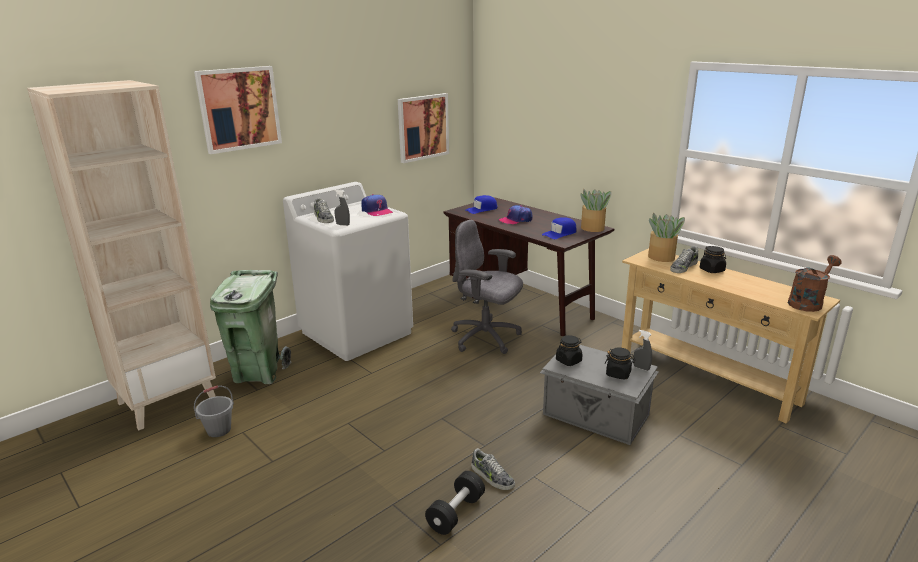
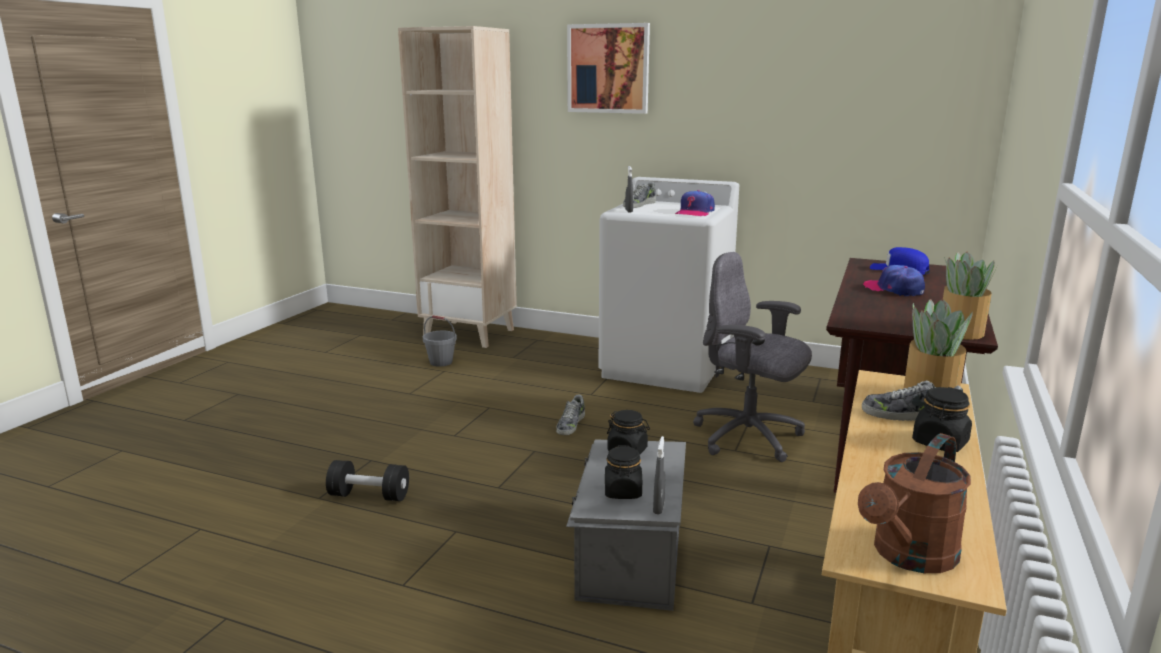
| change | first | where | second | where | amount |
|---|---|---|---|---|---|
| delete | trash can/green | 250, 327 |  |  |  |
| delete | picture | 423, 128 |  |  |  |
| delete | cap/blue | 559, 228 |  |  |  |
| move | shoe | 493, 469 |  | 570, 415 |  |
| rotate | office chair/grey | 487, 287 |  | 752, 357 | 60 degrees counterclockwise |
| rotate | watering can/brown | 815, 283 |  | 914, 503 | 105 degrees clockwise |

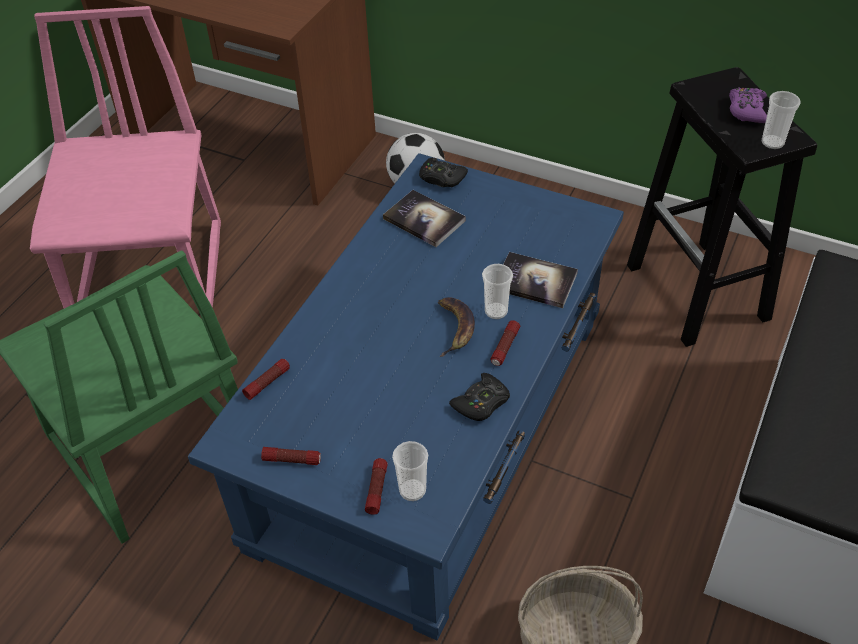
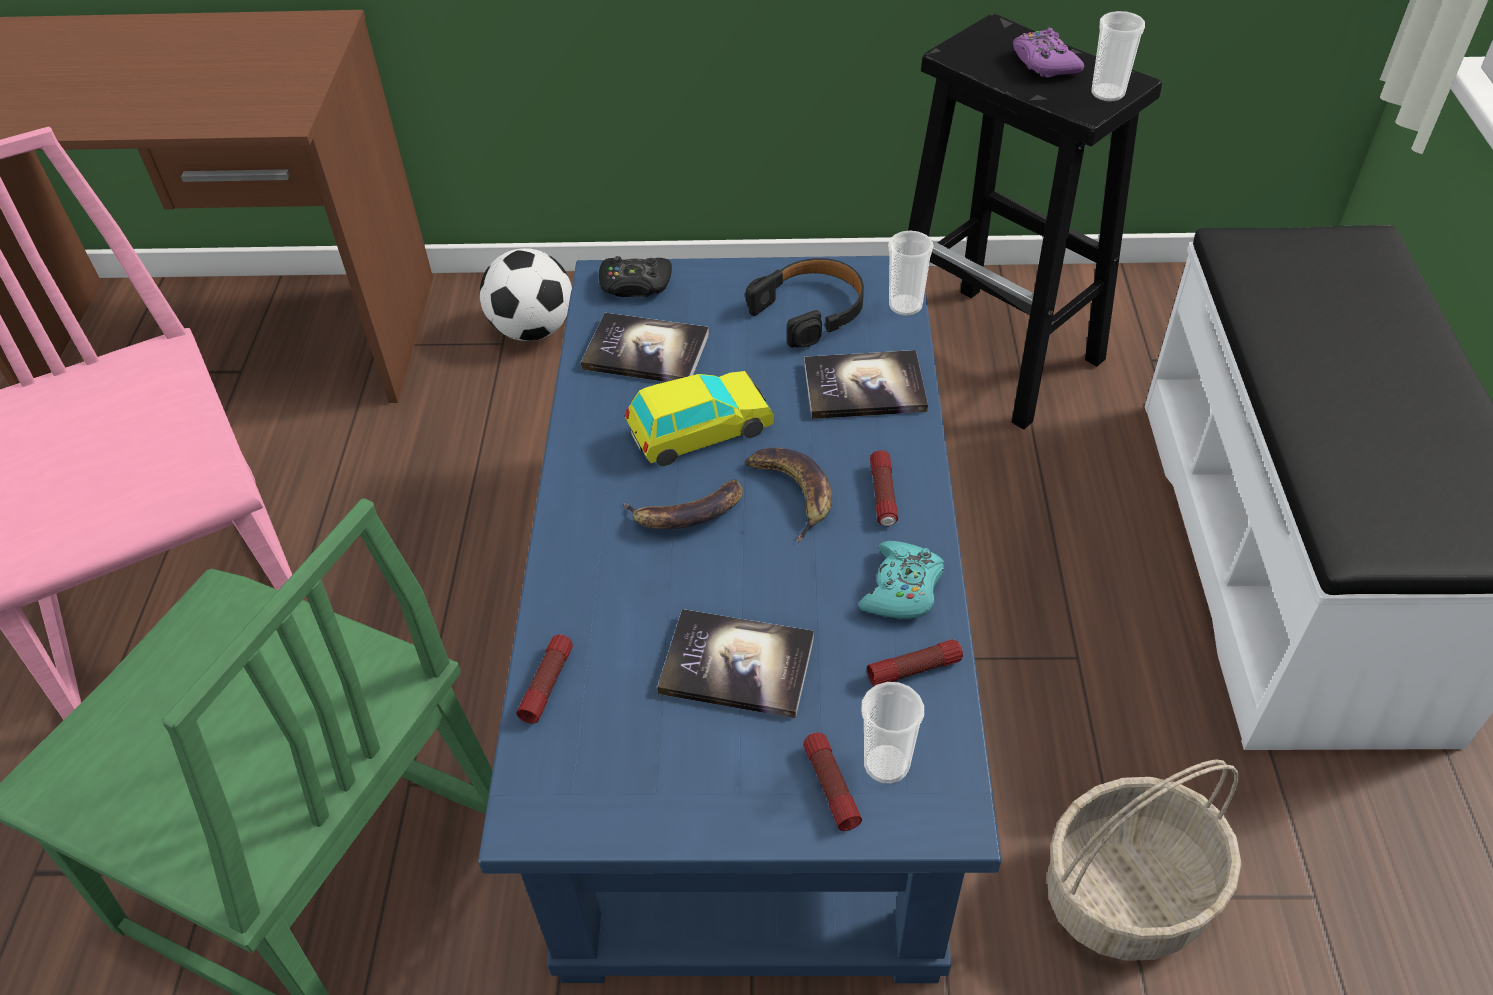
| change | first | where | second | where | amount |
|---|---|---|---|---|---|
| insert |  |  | banana | 682, 504 |  |
| insert |  |  | toy car | 699, 418 |  |
| insert |  |  | book | 735, 663 |  |
| insert |  |  | headphones/black | 804, 303 |  |
| move | flashlight | 291, 456 |  | 915, 663 |  |
| move | cup | 497, 291 |  | 911, 273 |  |
| recolor | game controller/black | 479, 397 | game controller/turquoise | 901, 580 |  |

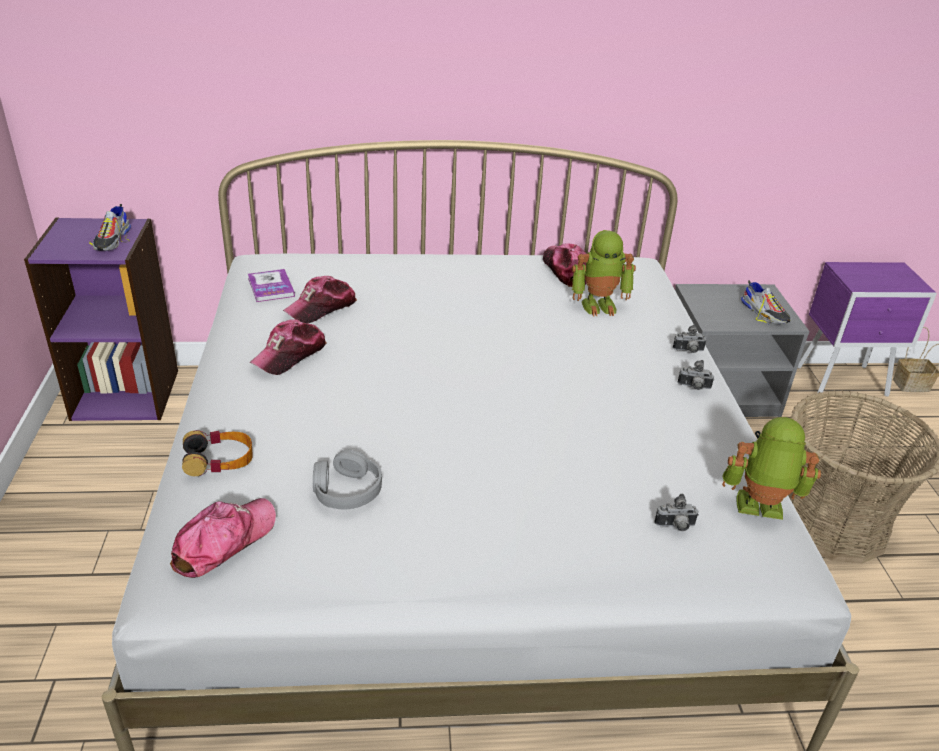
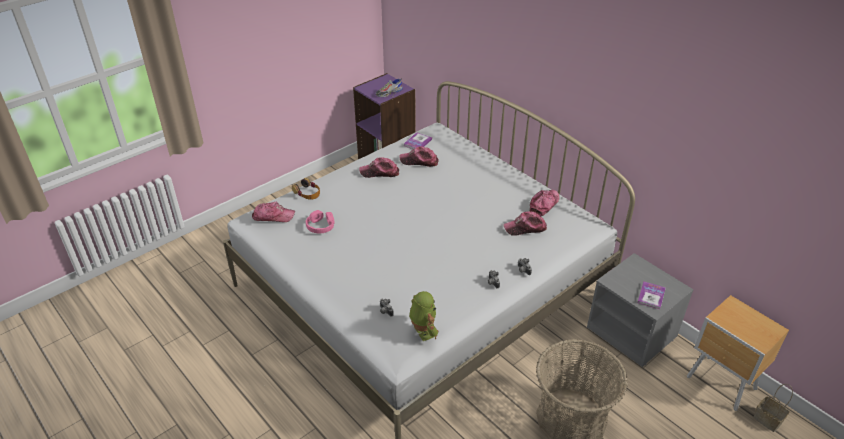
| change | first | where | second | where | amount |
|---|---|---|---|---|---|
| replace | toy robot | 604, 273 | cap | 525, 224 |  |
| replace | shoe | 766, 302 | book | 651, 295 |  |
| recolor | headphones/grey | 347, 479 | headphones/pink | 320, 221 |  |
| recolor | nightstand/purple | 867, 329 | nightstand/brown | 738, 353 |  |

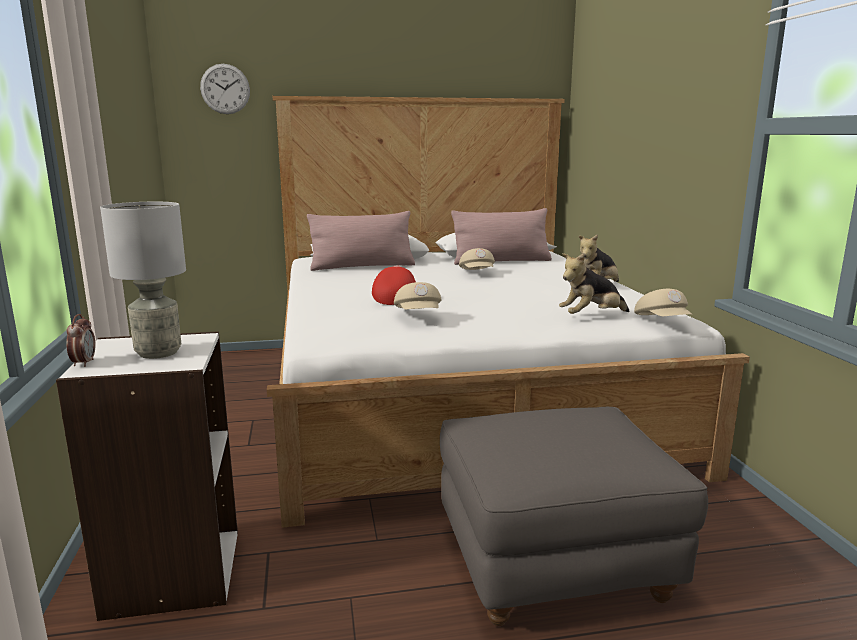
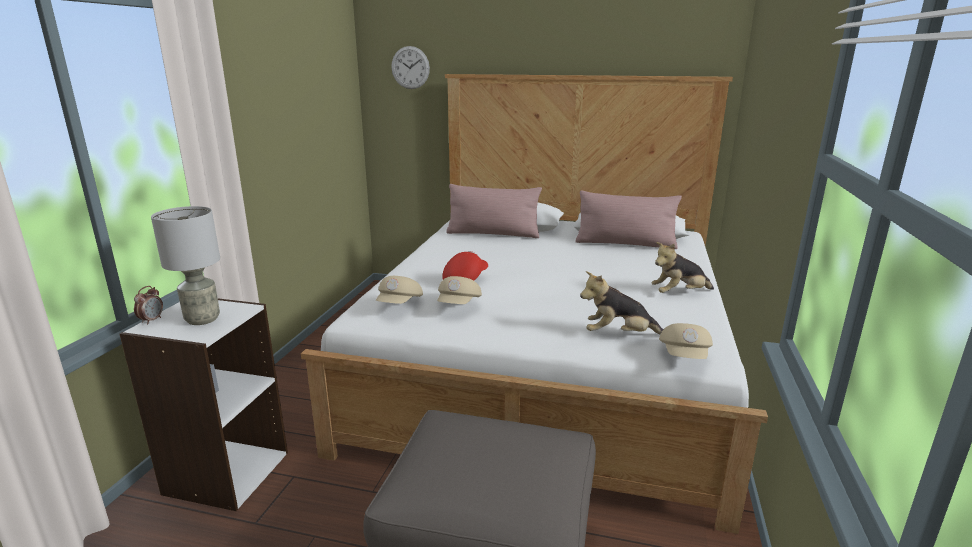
| change | first | where | second | where | amount |
|---|---|---|---|---|---|
| move | cap/beige | 477, 259 |  | 399, 290 |  |

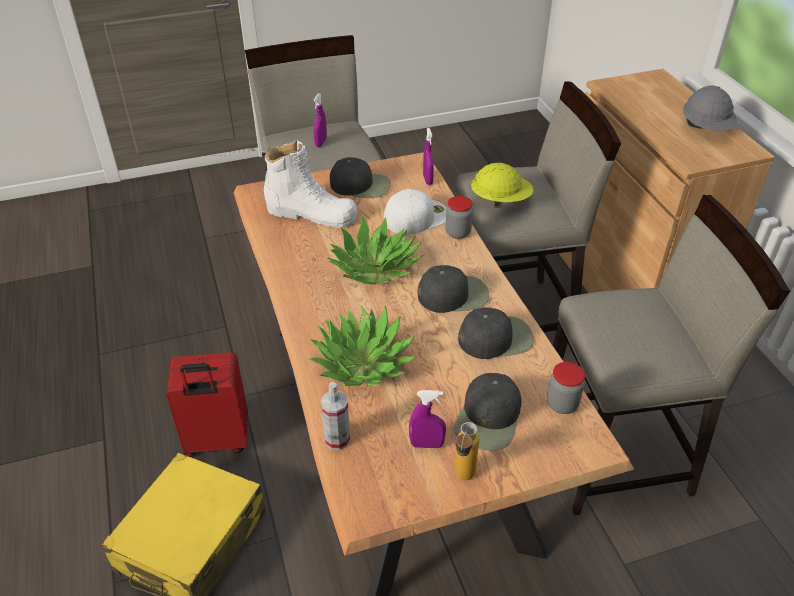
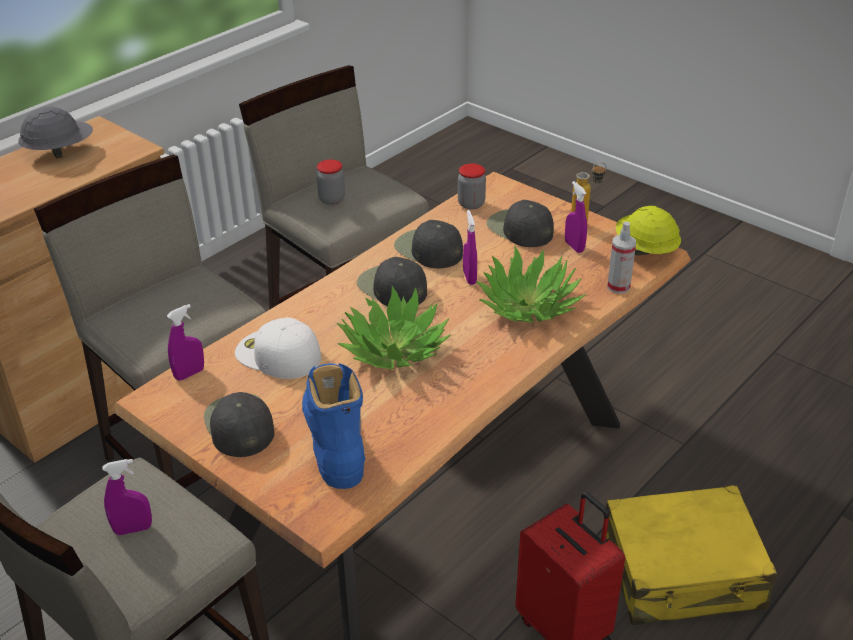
| change | first | where | second | where | amount |
|---|---|---|---|---|---|
| insert |  |  | spray bottle/purple | 470, 247 |  |
| move | jar | 459, 217 |  | 330, 182 |  |
| move | hard hat/yellow | 502, 185 |  | 648, 230 |  |
| recolor | boot/white | 310, 184 | boot/blue | 333, 426 |  |
| rotate | cap/black | 488, 412 |  | 520, 223 | 120 degrees counterclockwise |

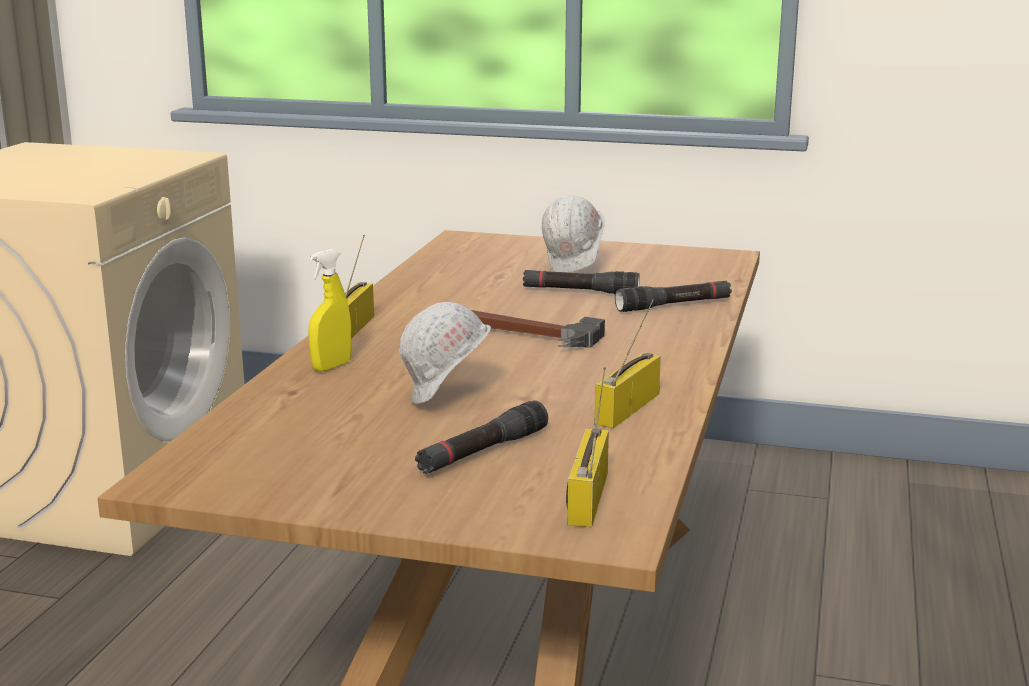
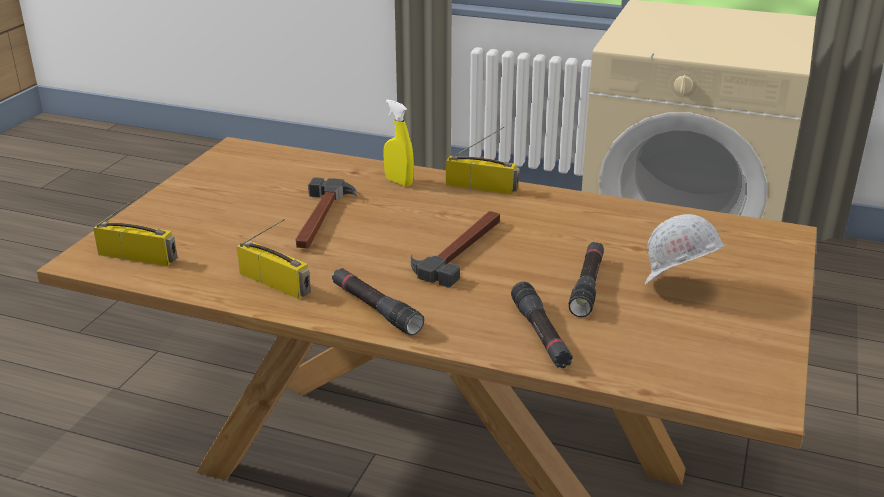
| change | first | where | second | where | amount |
|---|---|---|---|---|---|
| move | flashlight/black | 481, 437 |  | 378, 301 |  |
| replace | hard hat/white | 445, 353 | hammer | 326, 213 |  |

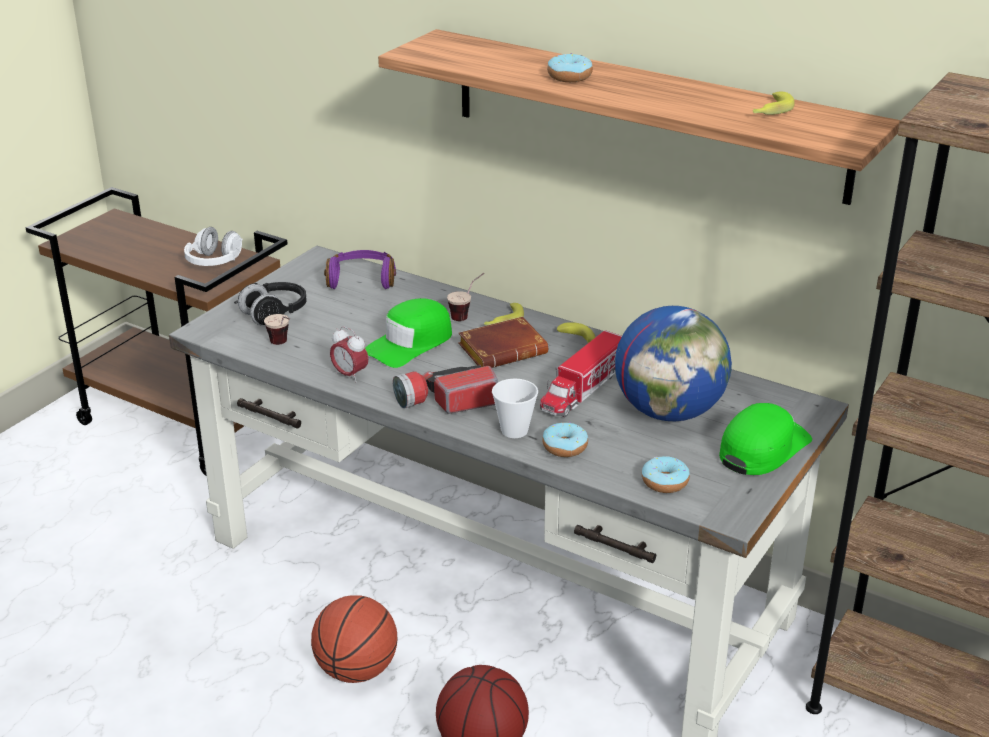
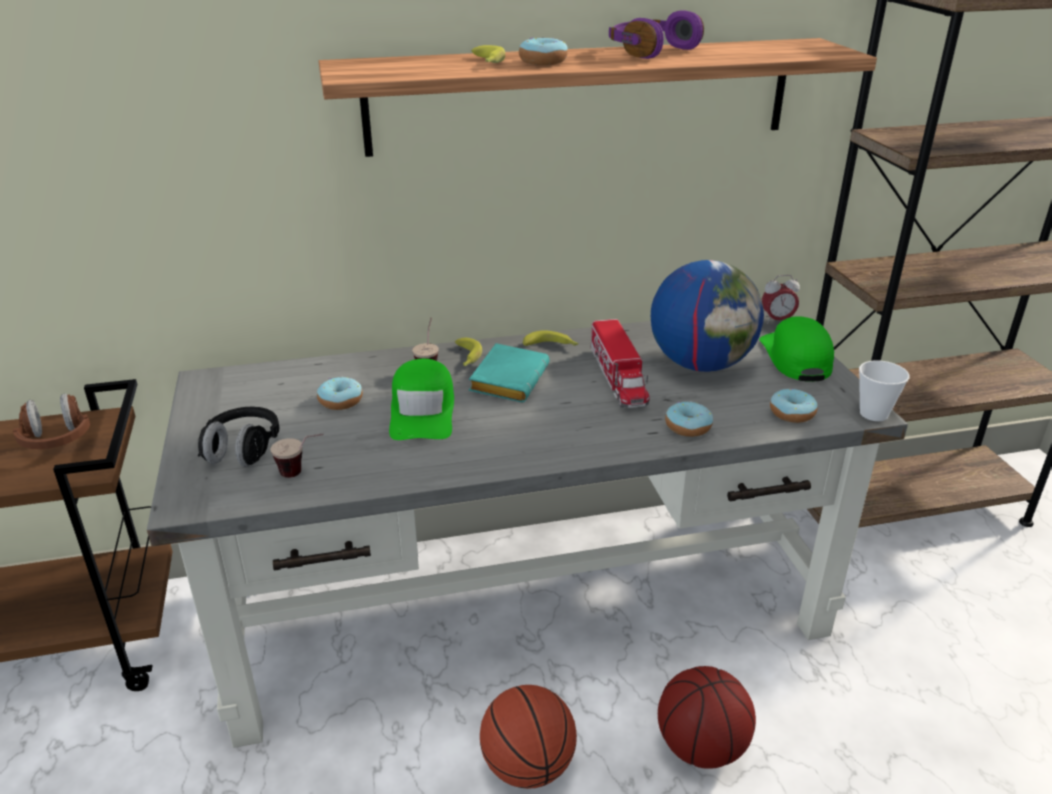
| change | first | where | second | where | amount |
|---|---|---|---|---|---|
| delete | flashlight | 445, 389 |  |  |  |
| insert |  |  | donut | 340, 393 |  |
| move | headphones/purple | 360, 269 |  | 656, 35 |  |
| move | alarm clock | 349, 354 |  | 780, 299 |  |
| move | cup | 515, 408 |  | 884, 390 |  |
| move | banana | 774, 103 |  | 488, 54 |  |
| recolor | headphones/white | 213, 246 | headphones/brown | 51, 421 |  |
| recolor | book/brown | 503, 342 | book/turquoise | 509, 372 |  |

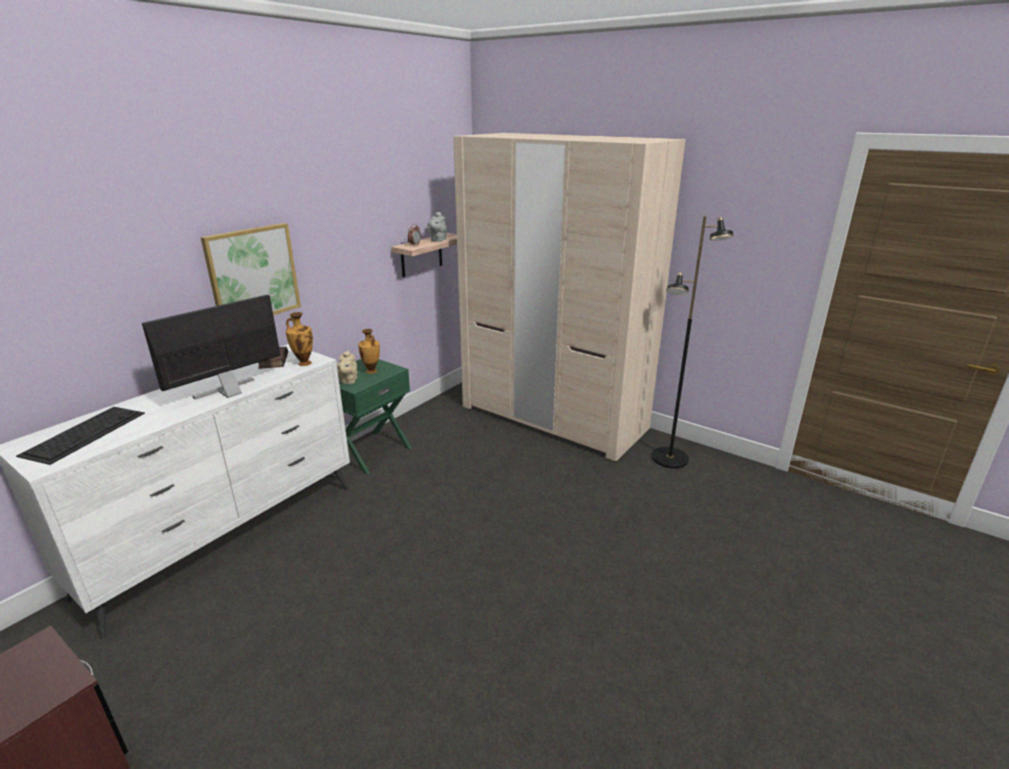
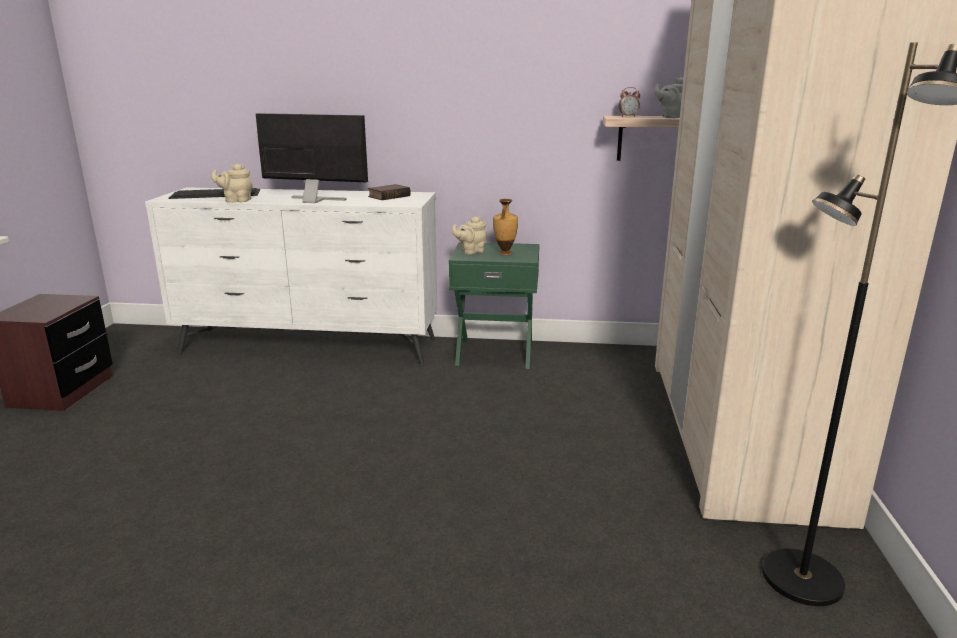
| change | first | where | second | where | amount |
|---|---|---|---|---|---|
| delete | picture | 251, 269 |  |  |  |
| delete | vase | 299, 339 |  |  |  |
| insert |  |  | teapot/beige | 232, 183 |  |

